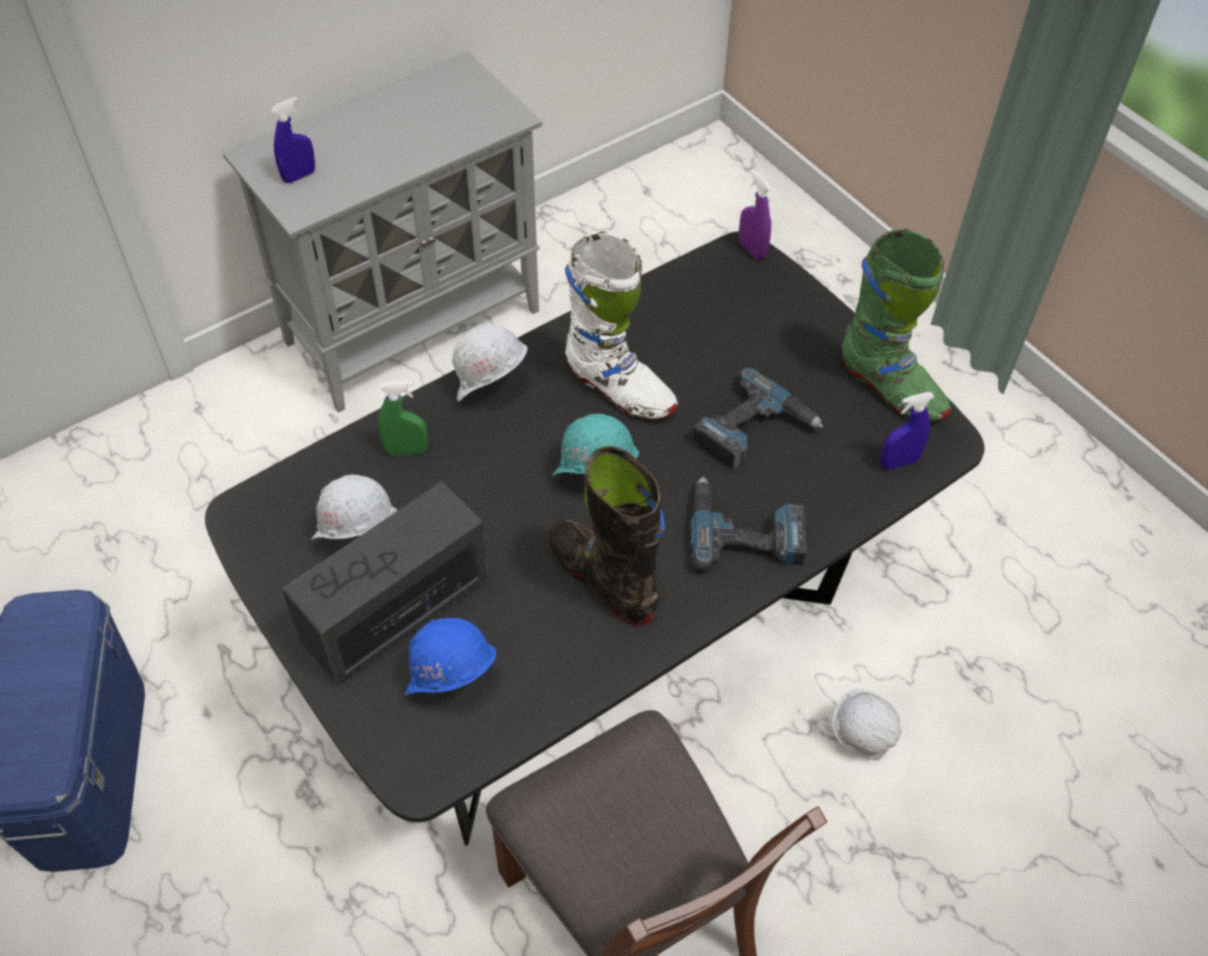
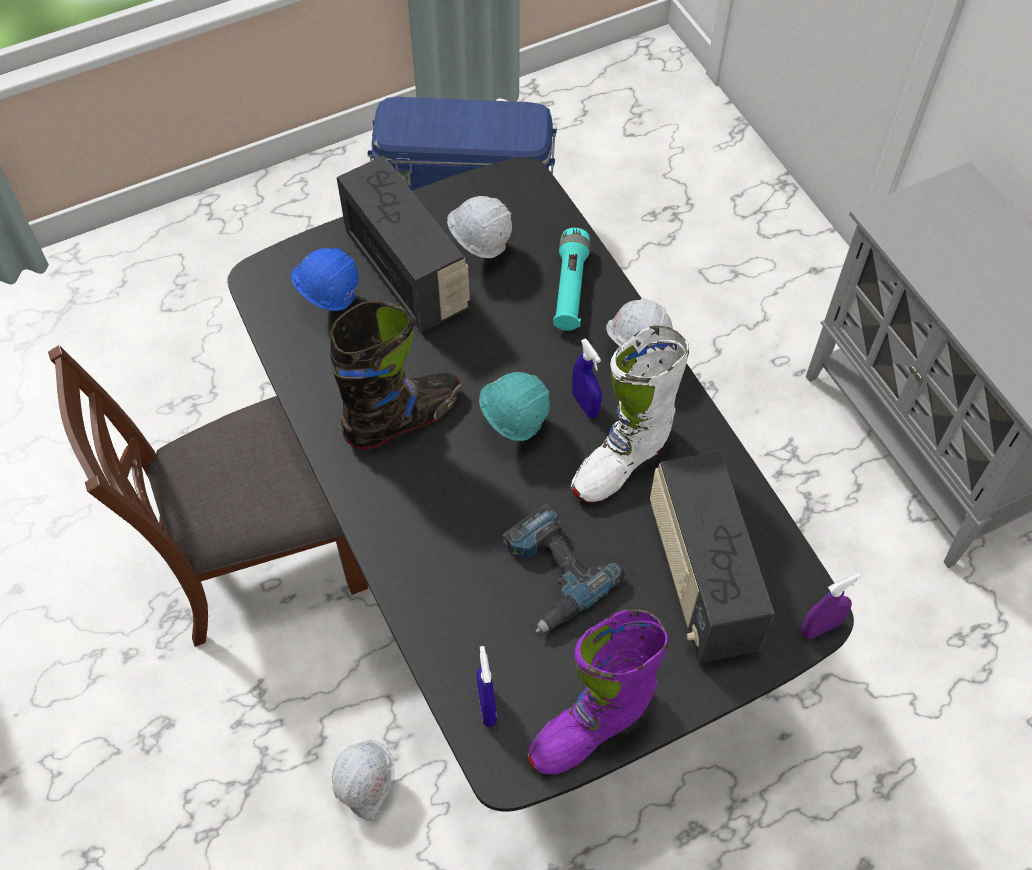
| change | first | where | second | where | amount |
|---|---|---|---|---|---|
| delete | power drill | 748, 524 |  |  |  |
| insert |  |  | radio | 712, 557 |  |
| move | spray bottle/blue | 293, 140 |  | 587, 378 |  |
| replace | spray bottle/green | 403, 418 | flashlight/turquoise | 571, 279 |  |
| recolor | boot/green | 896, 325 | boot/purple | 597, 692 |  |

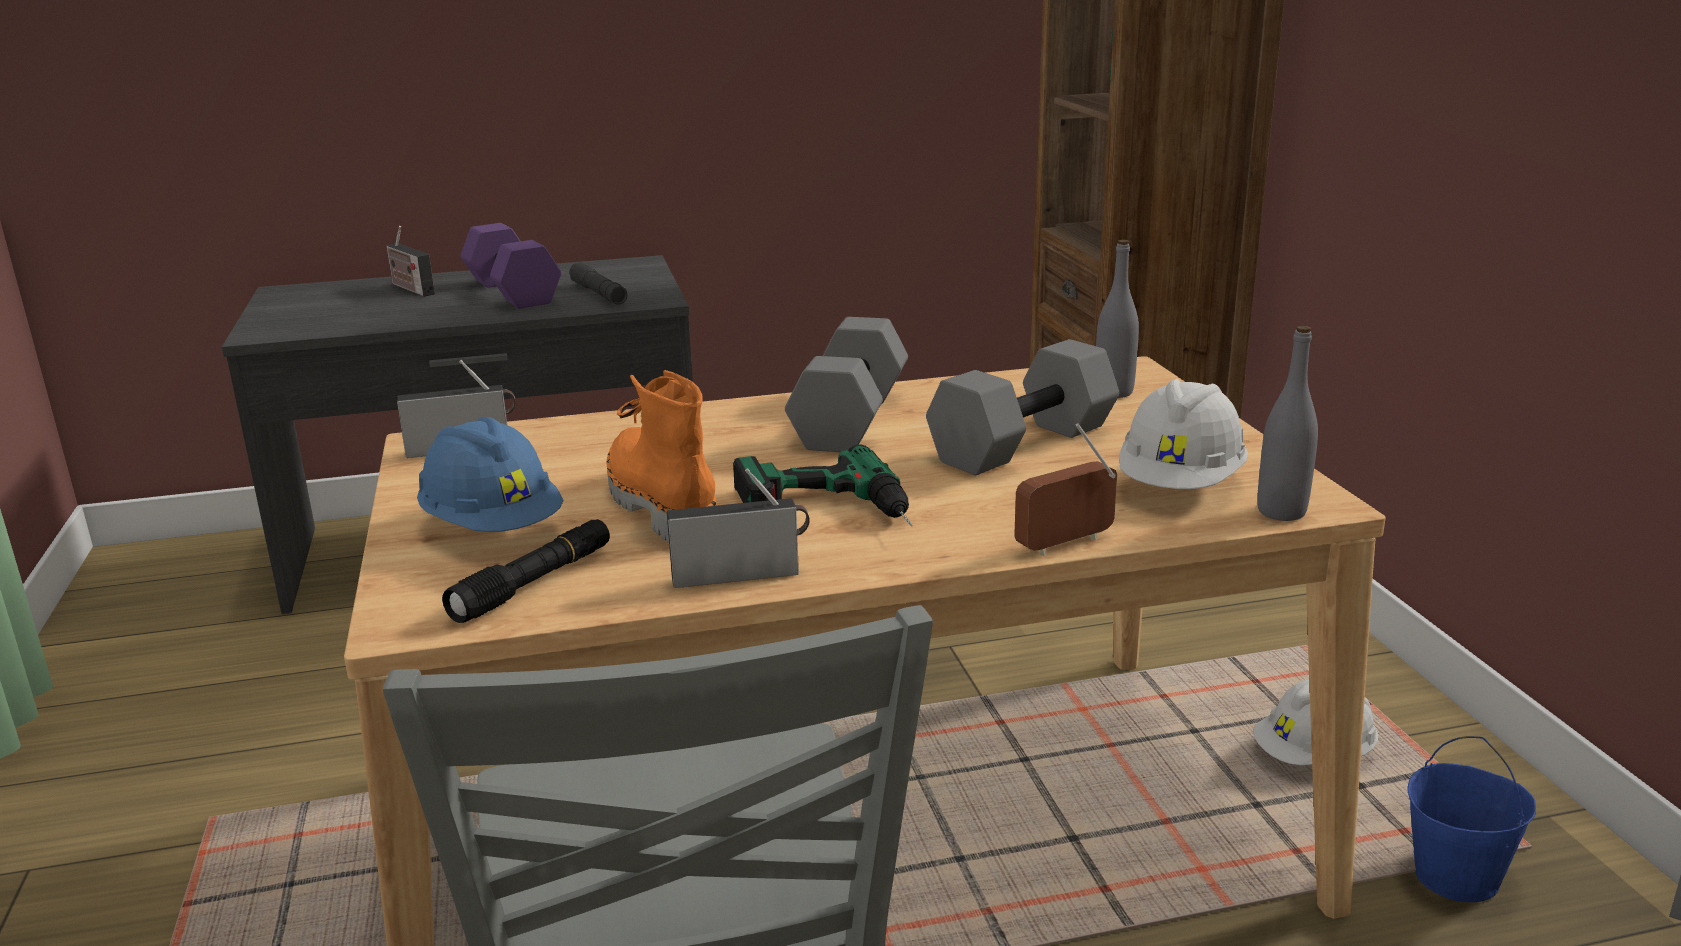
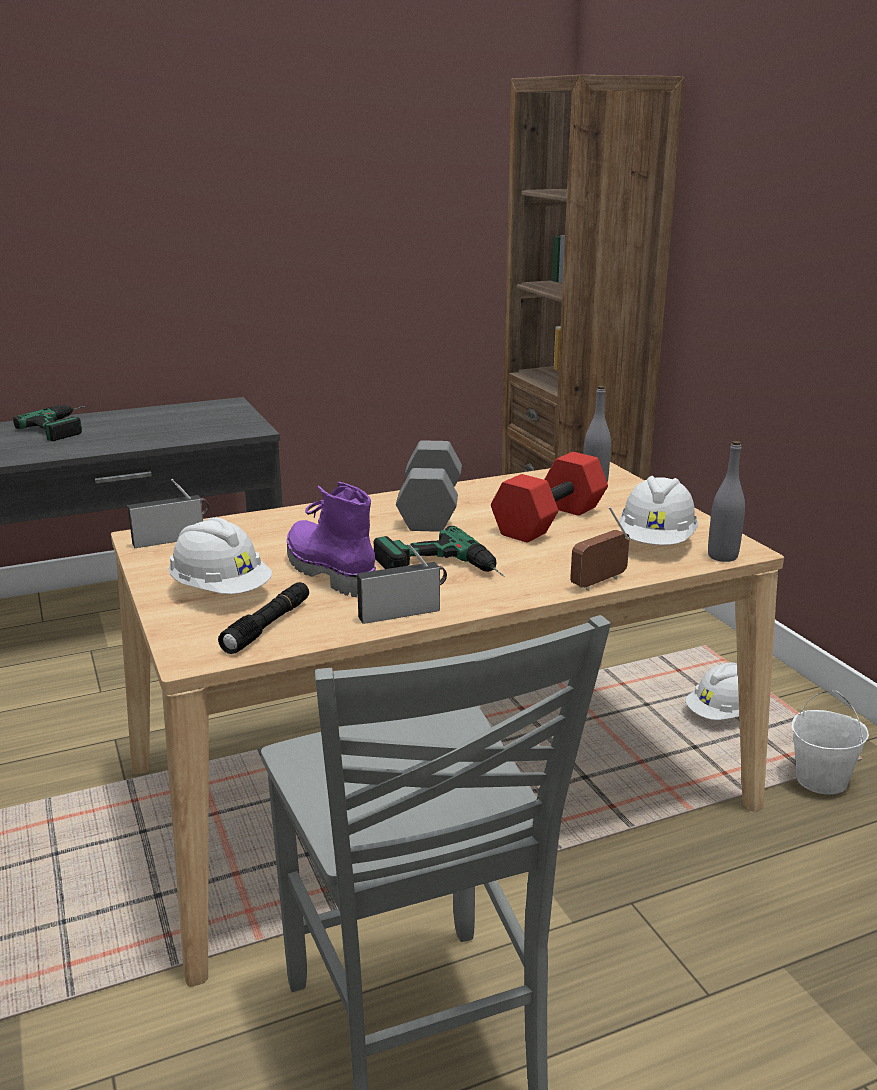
| change | first | where | second | where | amount |
|---|---|---|---|---|---|
| delete | dumbbell/purple | 511, 266 |  |  |  |
| delete | flashlight/grey | 598, 283 |  |  |  |
| replace | radio | 411, 261 | power drill | 49, 423 |  |
| recolor | hard hat/blue | 490, 474 | hard hat/white | 220, 555 |  |
| recolor | boot/orange | 661, 456 | boot/purple | 331, 539 |  |
| recolor | dumbbell/grey | 1023, 407 | dumbbell/red | 549, 497 |  |
| recolor | bucket/blue | 1471, 819 | bucket/white | 830, 743 |  |

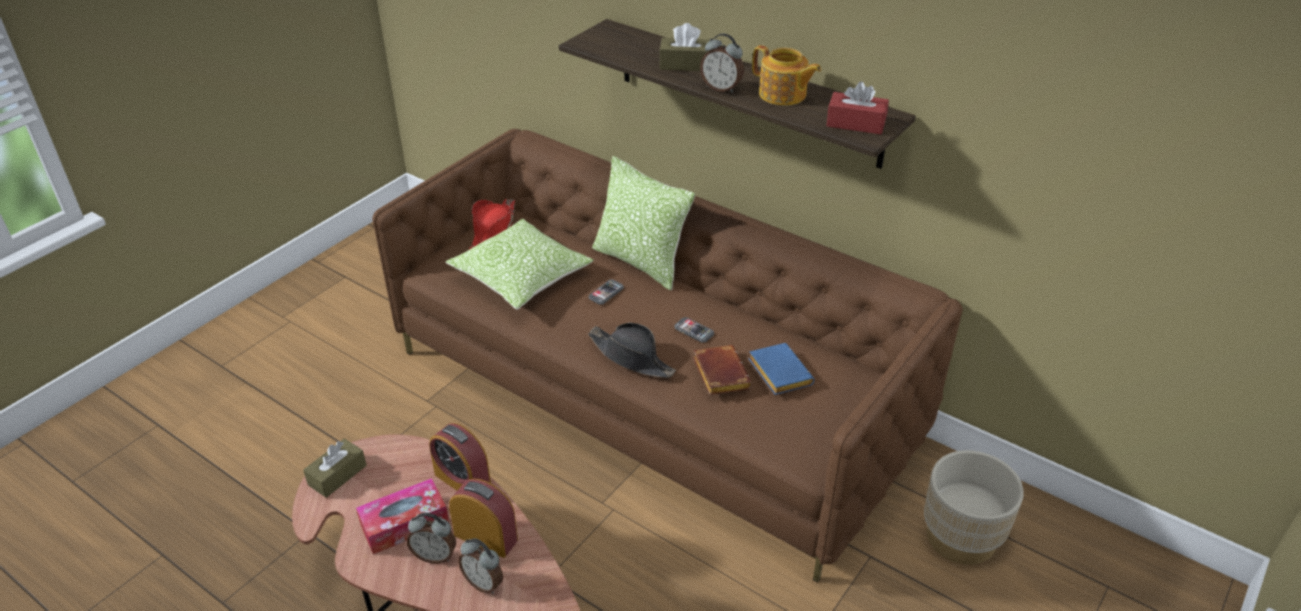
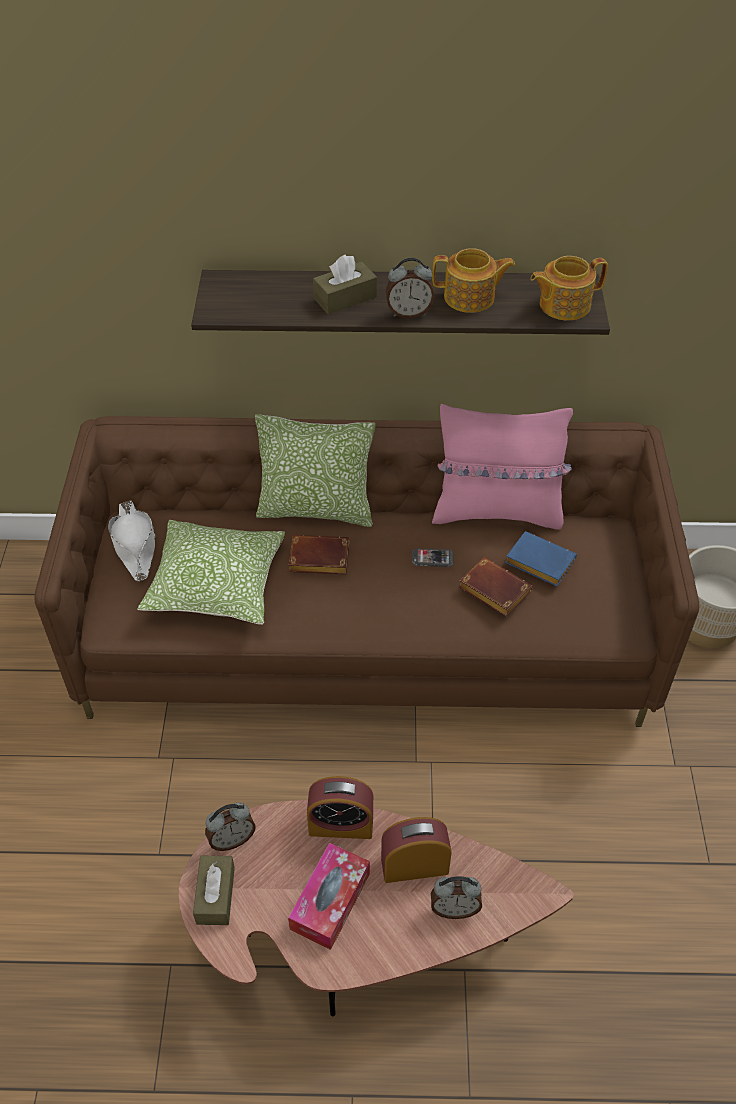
| change | first | where | second | where | amount |
|---|---|---|---|---|---|
| delete | hat/black | 632, 350 |  |  |  |
| insert |  |  | pillow/pink | 502, 467 |  |
| move | alarm clock | 431, 538 |  | 230, 827 |  |
| replace | phone | 606, 292 | book/brown | 318, 554 |  |
| replace | tissue box/red | 857, 107 | teapot | 569, 288 |  |
| recolor | hat/red | 492, 224 | hat/white | 132, 541 |  |

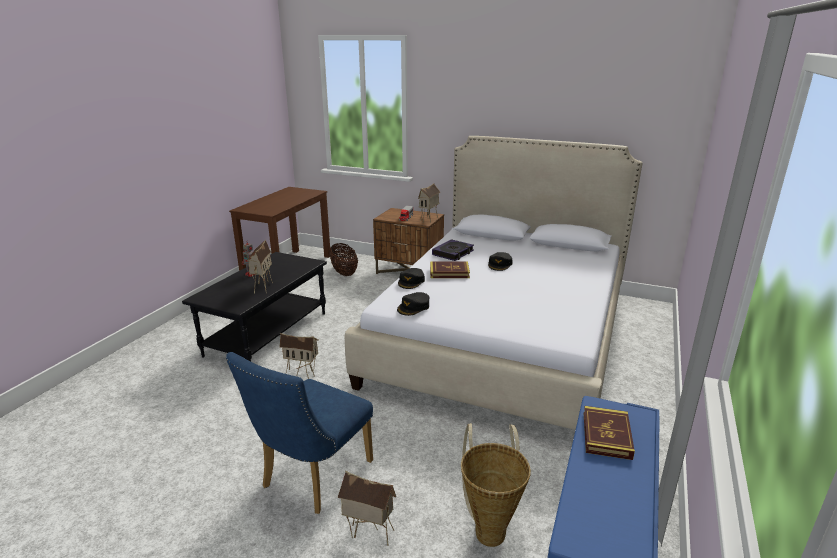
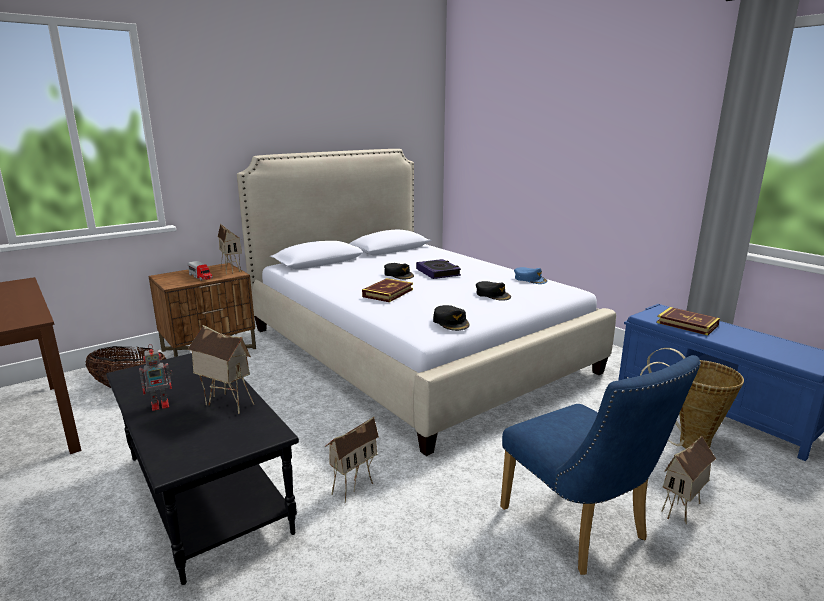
| change | first | where | second | where | amount |
|---|---|---|---|---|---|
| insert |  |  | cap/blue | 531, 275 |  |
| move | cap/black | 411, 278 |  | 493, 291 |  |
| move | book | 453, 250 |  | 438, 269 |  |

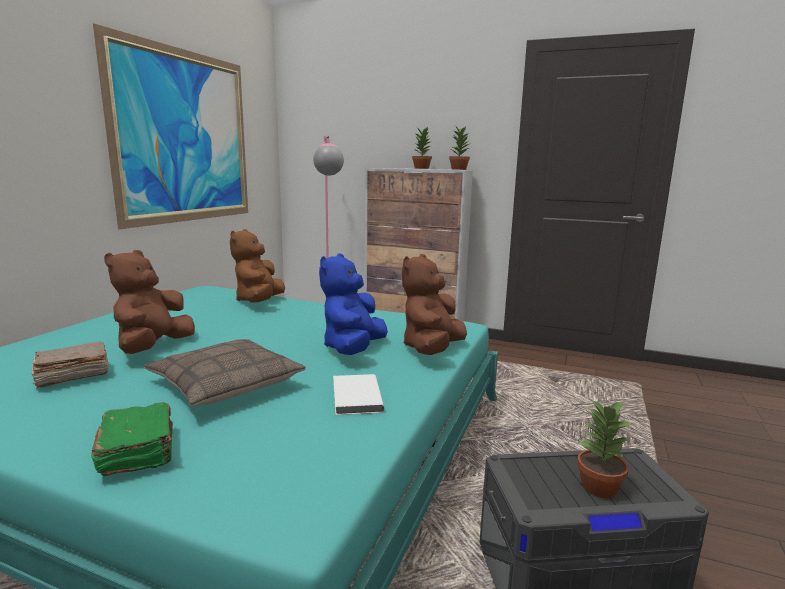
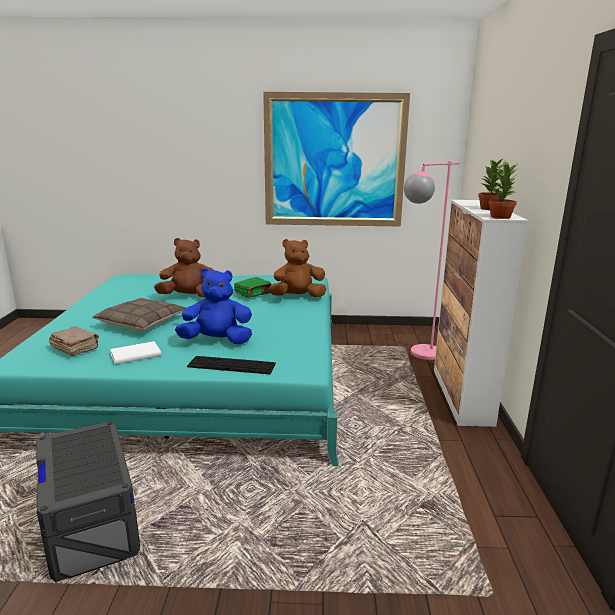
| change | first | where | second | where | amount |
|---|---|---|---|---|---|
| delete | potted plant | 605, 448 |  |  |  |
| move | book/brown | 70, 364 |  | 74, 341 |  |
| move | book/green | 132, 439 |  | 253, 287 |  |
| replace | plush toy/brown | 434, 304 | keyboard | 231, 365 |  |

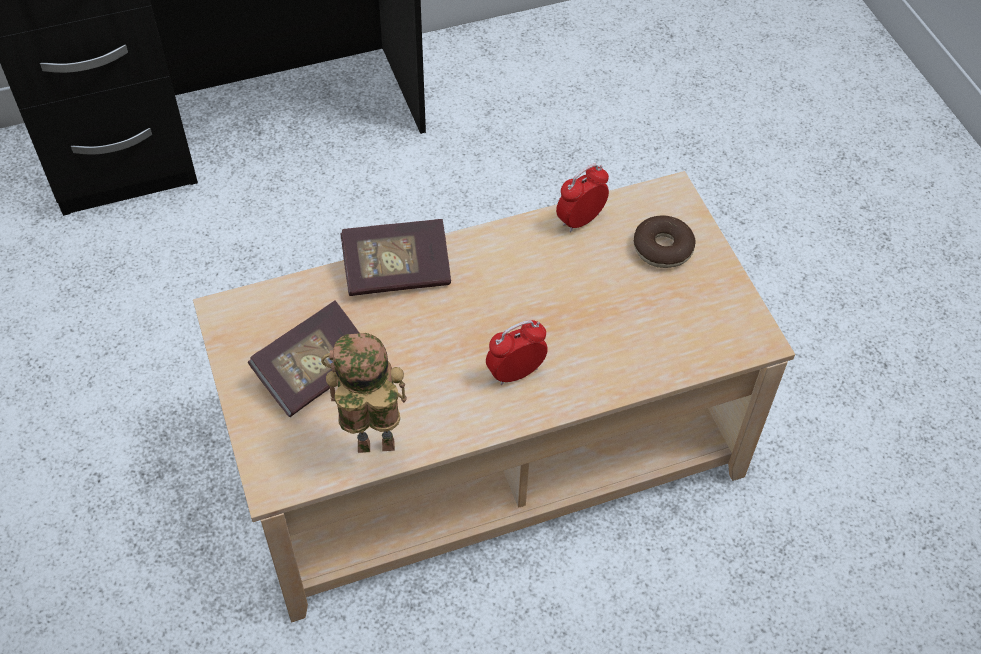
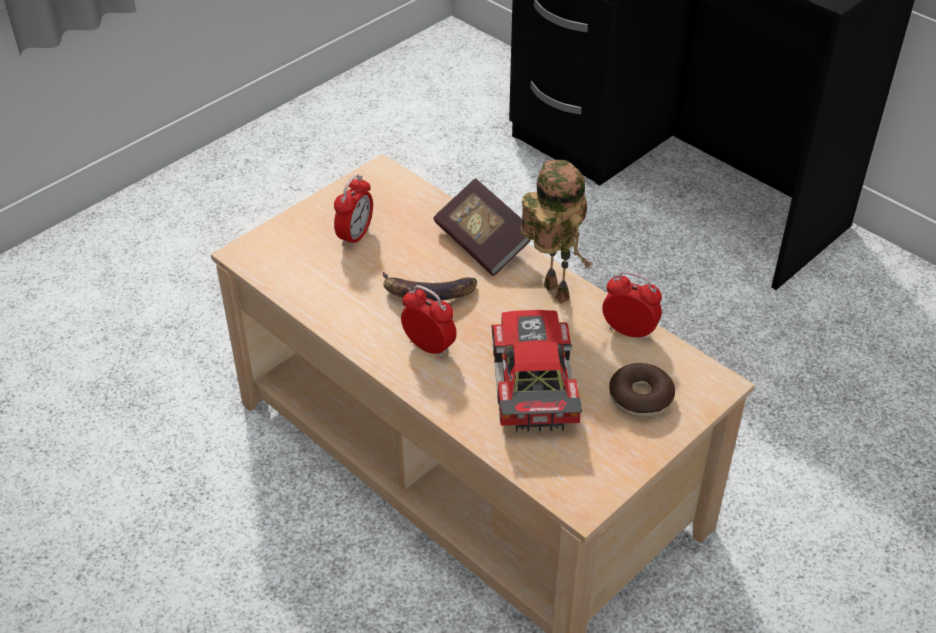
| change | first | where | second | where | amount |
|---|---|---|---|---|---|
| insert |  |  | banana | 430, 286 |  |
| insert |  |  | toy car | 537, 371 |  |
| move | toy robot | 364, 393 |  | 557, 232 |  |
| replace | book | 303, 359 | alarm clock | 353, 211 |  |

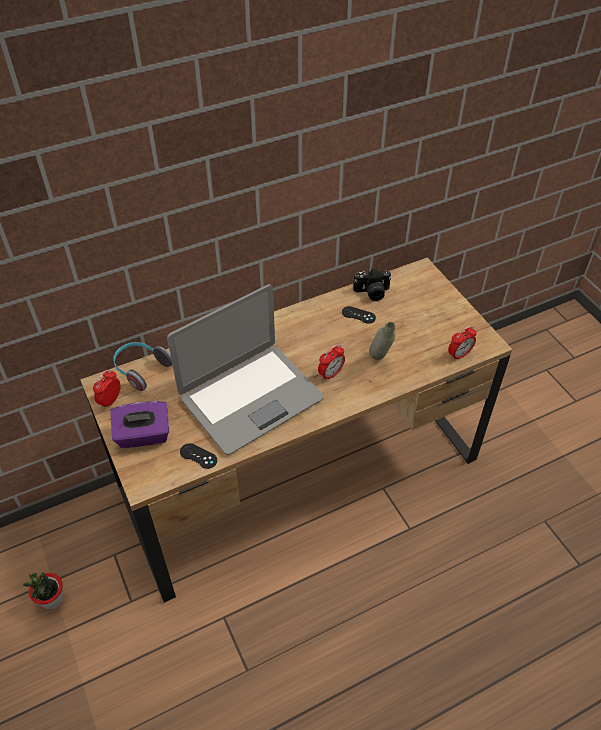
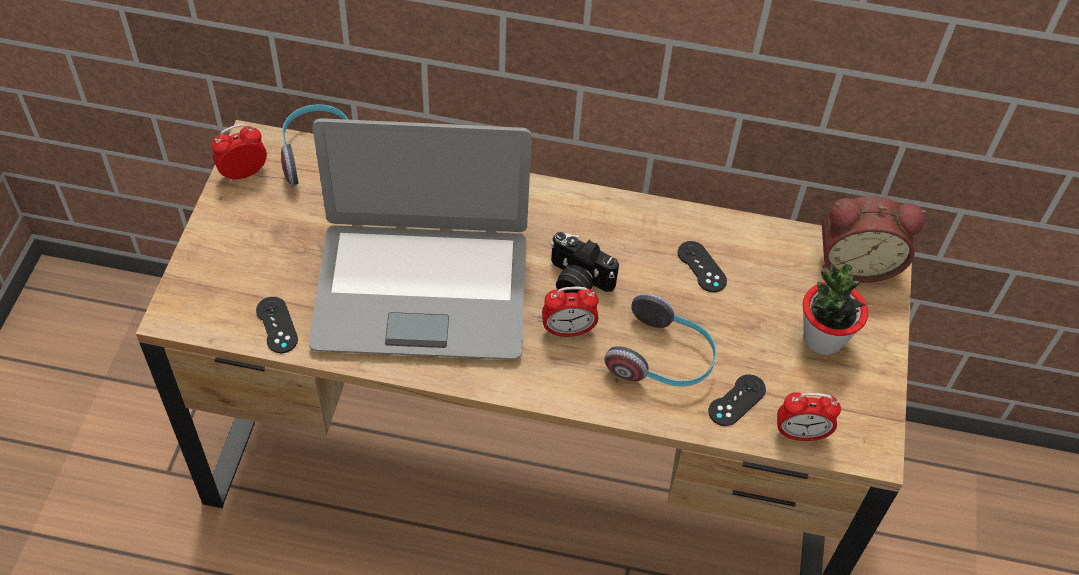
| change | first | where | second | where | amount |
|---|---|---|---|---|---|
| delete | tissue box/purple | 139, 424 |  |  |  |
| insert |  |  | game controller/black | 737, 400 |  |
| insert |  |  | alarm clock | 874, 239 |  |
| move | potted plant | 43, 590 |  | 835, 309 |  |
| move | photo camera | 372, 284 |  | 584, 262 |  |
| replace | bottle/grey | 382, 341 | headphones | 660, 340 |  |

